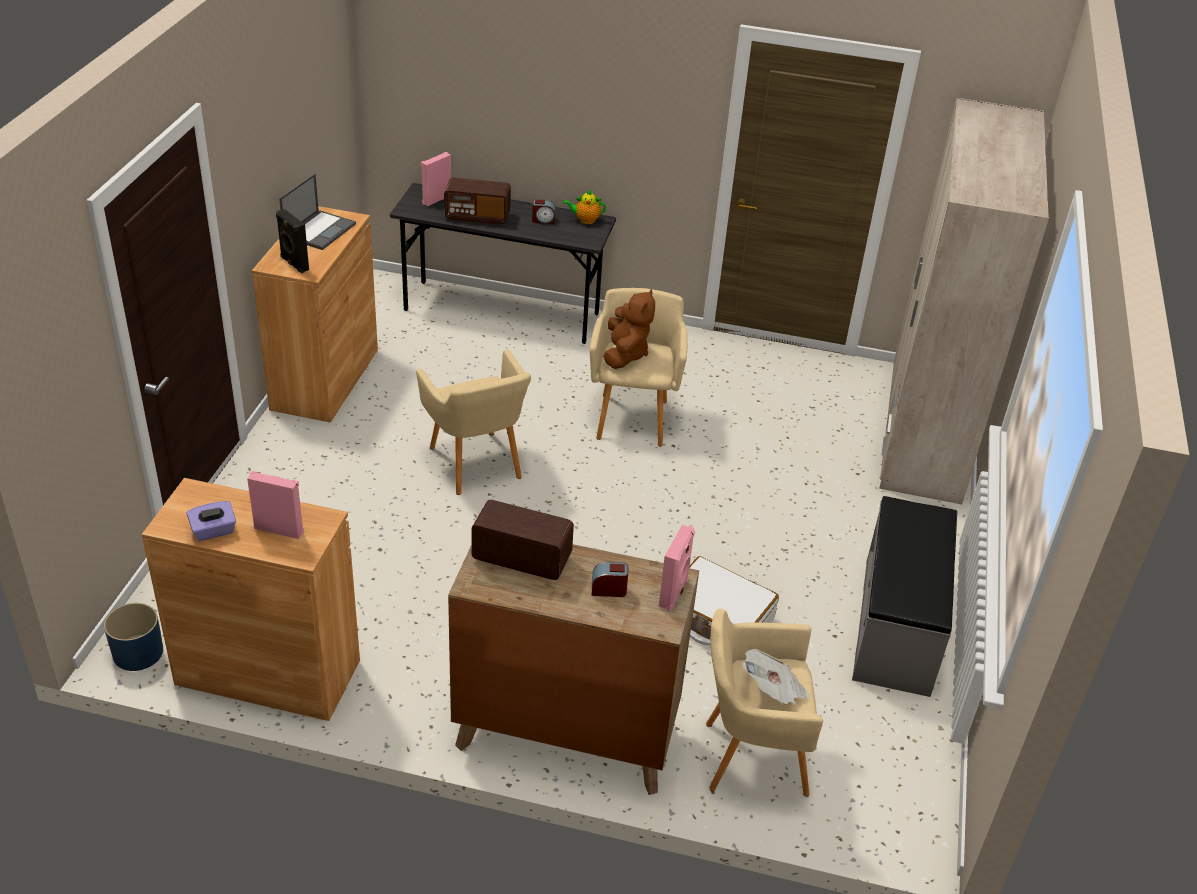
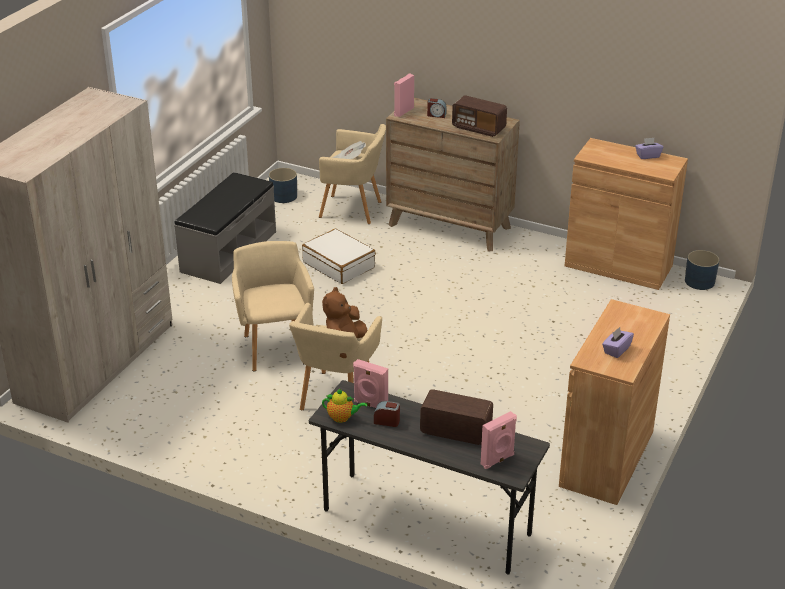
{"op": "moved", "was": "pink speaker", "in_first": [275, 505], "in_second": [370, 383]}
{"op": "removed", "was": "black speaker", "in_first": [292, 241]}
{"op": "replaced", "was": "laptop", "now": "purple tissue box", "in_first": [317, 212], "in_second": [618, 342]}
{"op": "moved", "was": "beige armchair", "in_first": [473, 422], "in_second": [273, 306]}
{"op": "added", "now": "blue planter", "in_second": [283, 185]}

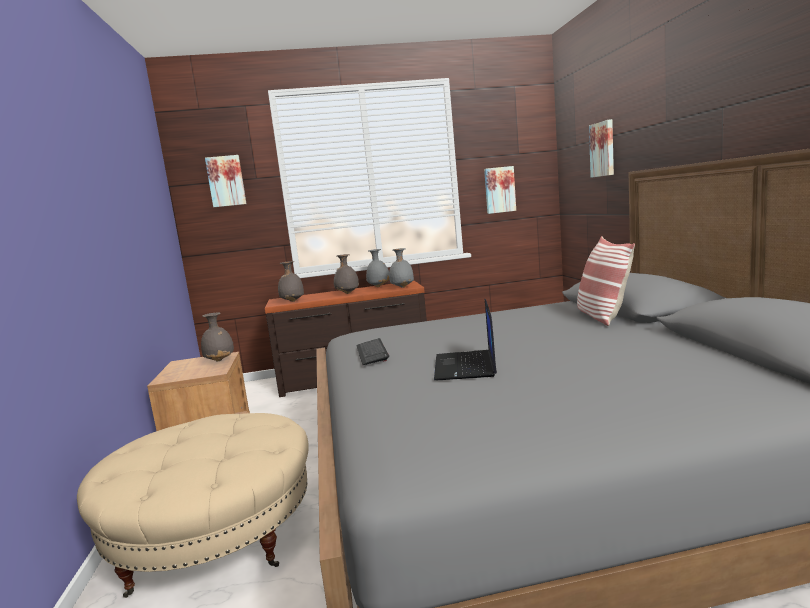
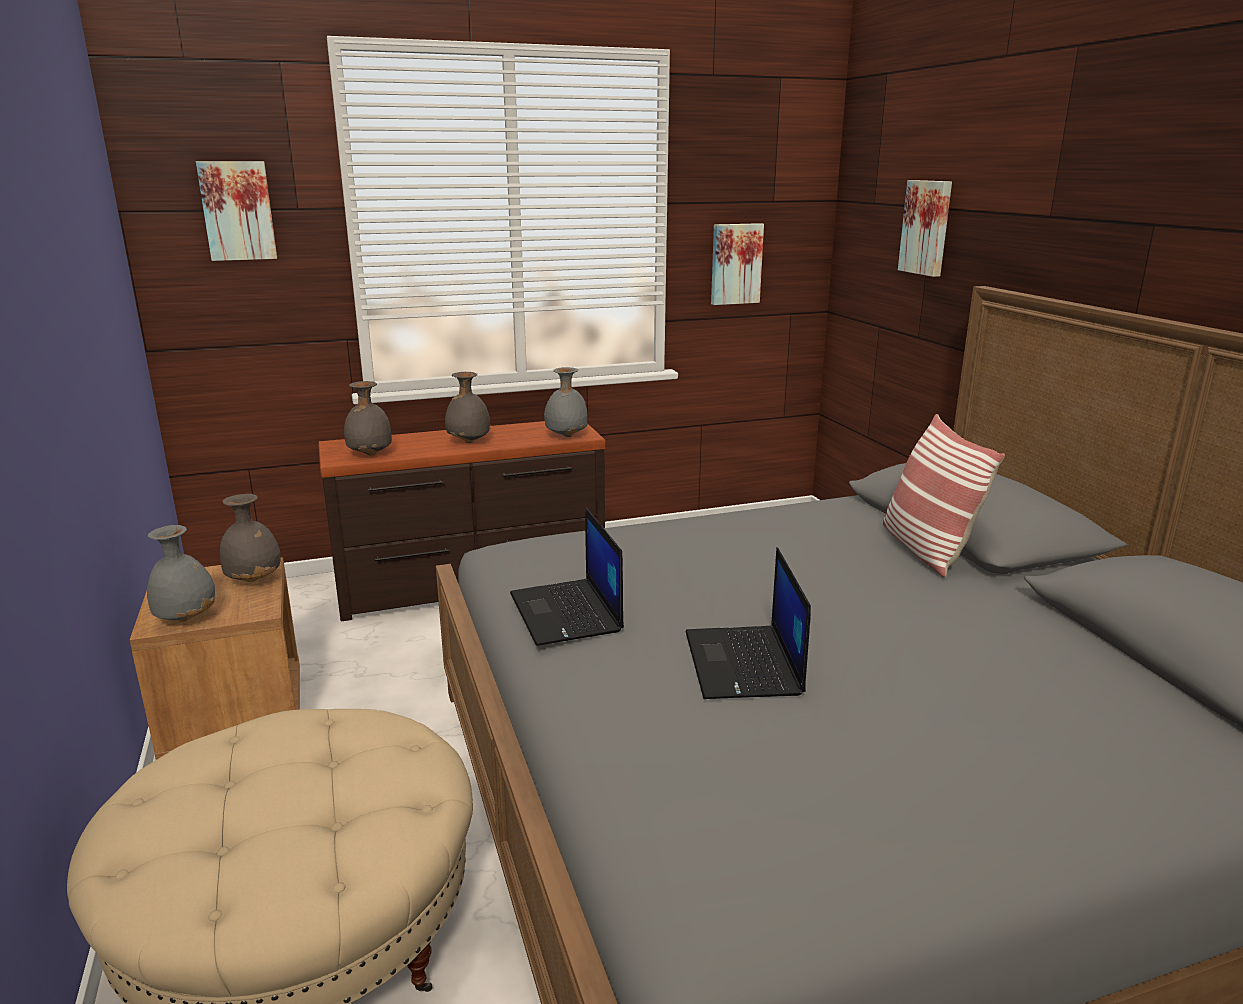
{"op": "replaced", "was": "keyboard", "now": "laptop", "in_first": [372, 351], "in_second": [567, 576]}
{"op": "moved", "was": "grey vase", "in_first": [378, 268], "in_second": [181, 573]}

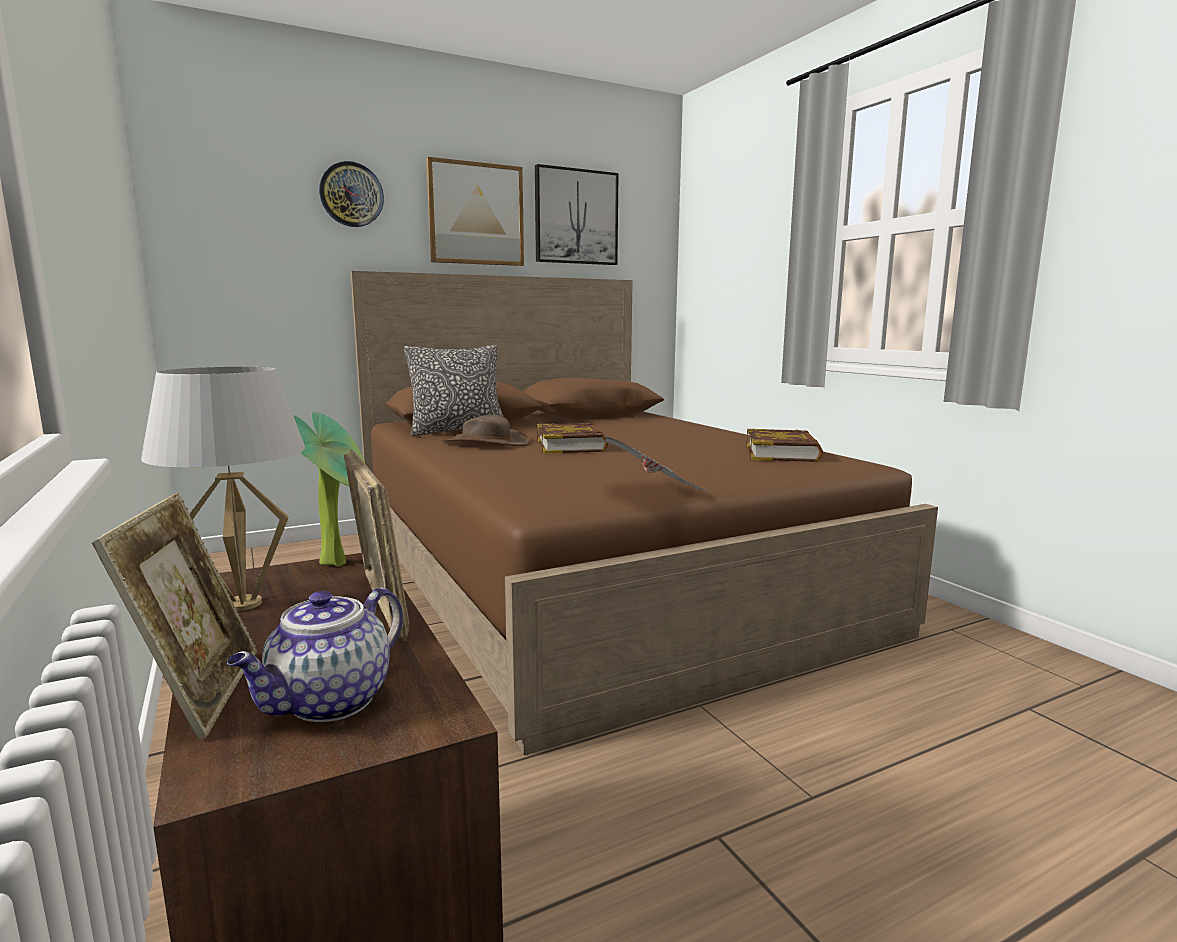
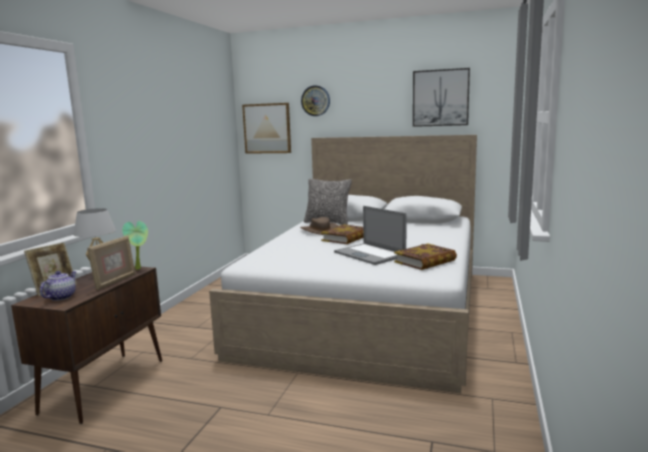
{"op": "turned", "was": "teapot", "in_first": [315, 655], "in_second": [58, 286], "clockwise": 120}
{"op": "recoloured", "was": "brown bed", "now": "white bed", "in_first": [644, 513], "in_second": [343, 264]}
{"op": "moved", "was": "picture", "in_first": [475, 211], "in_second": [266, 128]}
{"op": "removed", "was": "newspaper", "in_first": [655, 463]}
{"op": "added", "now": "laptop", "in_second": [370, 235]}

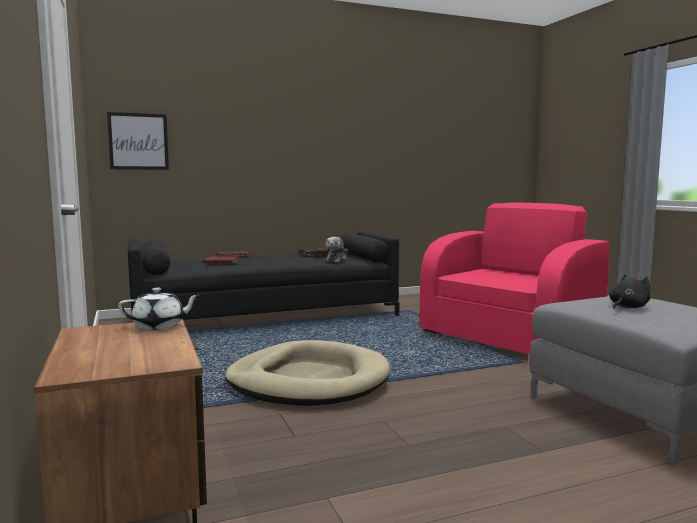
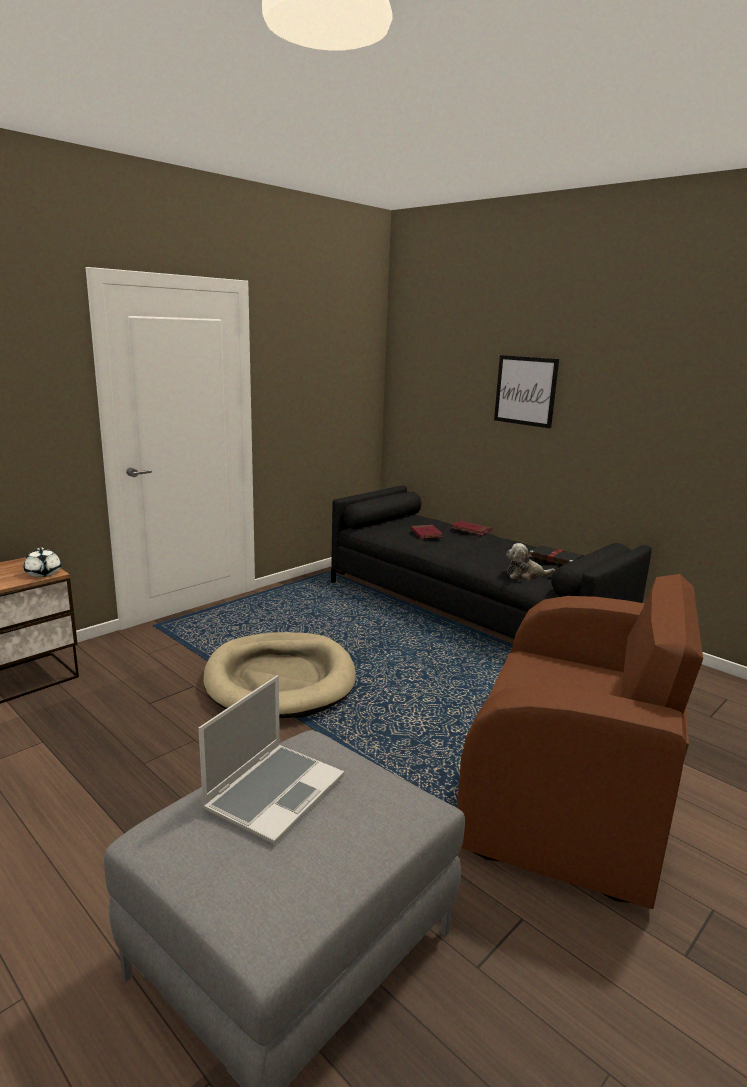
{"op": "moved", "was": "picture", "in_first": [138, 141], "in_second": [526, 391]}
{"op": "recoloured", "was": "pink armchair", "now": "brown armchair", "in_first": [514, 278], "in_second": [580, 741]}
{"op": "replaced", "was": "black plush toy", "now": "laptop", "in_first": [629, 291], "in_second": [271, 760]}

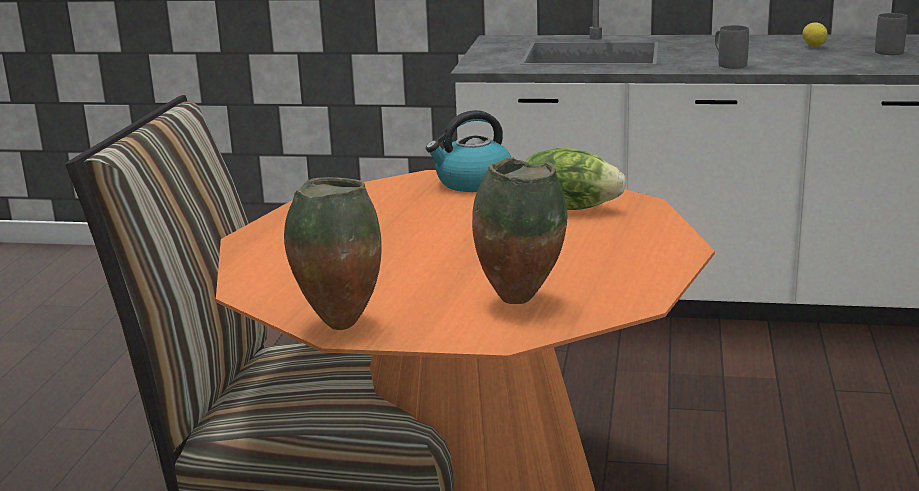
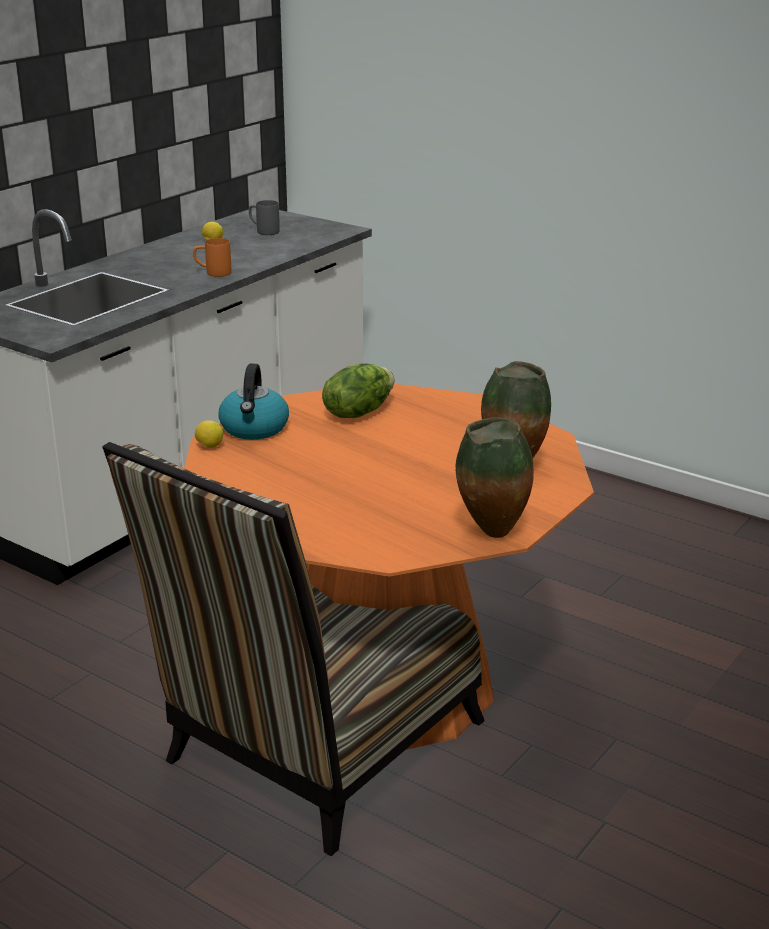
{"op": "recoloured", "was": "grey mug", "now": "orange mug", "in_first": [732, 47], "in_second": [212, 257]}
{"op": "added", "now": "lemon", "in_second": [209, 434]}

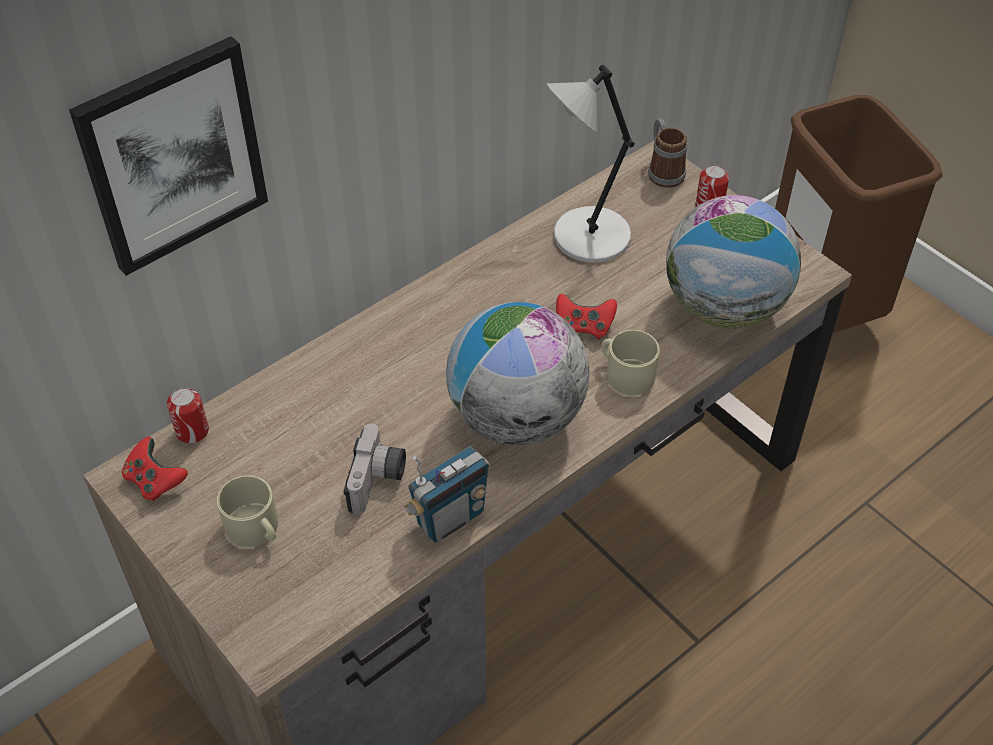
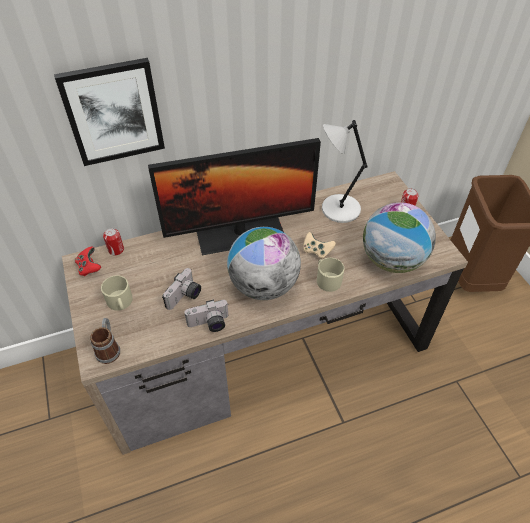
{"op": "replaced", "was": "radio", "now": "photo camera", "in_first": [446, 494], "in_second": [206, 315]}
{"op": "recoloured", "was": "red game controller", "now": "beige game controller", "in_first": [586, 316], "in_second": [319, 245]}
{"op": "moved", "was": "mug", "in_first": [667, 153], "in_second": [105, 341]}
{"op": "added", "now": "monitor", "in_second": [234, 196]}

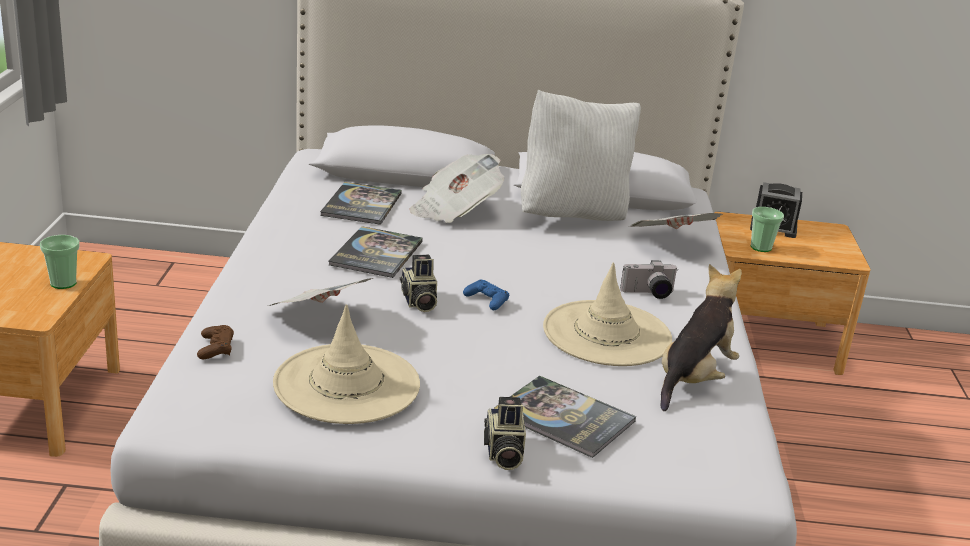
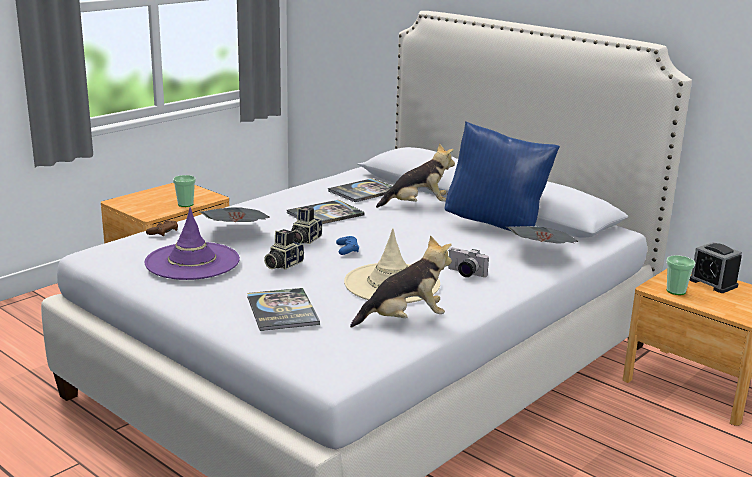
{"op": "recoloured", "was": "beige hat", "now": "purple hat", "in_first": [346, 364], "in_second": [192, 244]}
{"op": "replaced", "was": "newspaper", "now": "plush toy", "in_first": [456, 188], "in_second": [415, 175]}
{"op": "moved", "was": "photo camera", "in_first": [505, 433], "in_second": [284, 249]}
{"op": "recoloured", "was": "white pillow", "now": "blue pillow", "in_first": [581, 155], "in_second": [502, 176]}

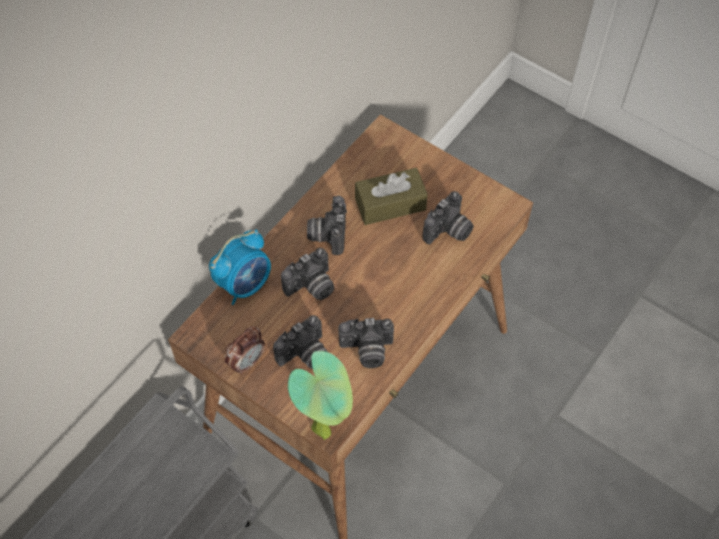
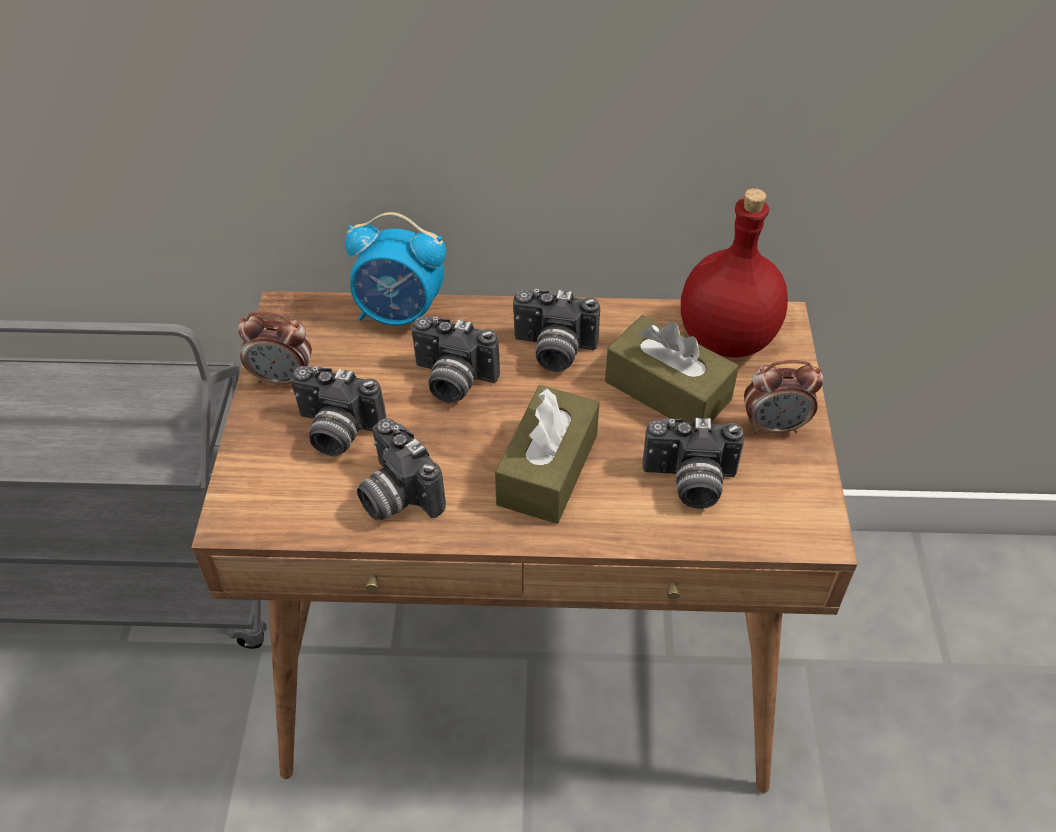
{"op": "removed", "was": "potted plant", "in_first": [320, 395]}
{"op": "turned", "was": "photo camera", "in_first": [327, 225], "in_second": [556, 330], "clockwise": -135}
{"op": "added", "now": "brown tissue box", "in_second": [547, 454]}
{"op": "added", "now": "red bottle", "in_second": [734, 272]}
{"op": "added", "now": "alarm clock", "in_second": [784, 397]}

